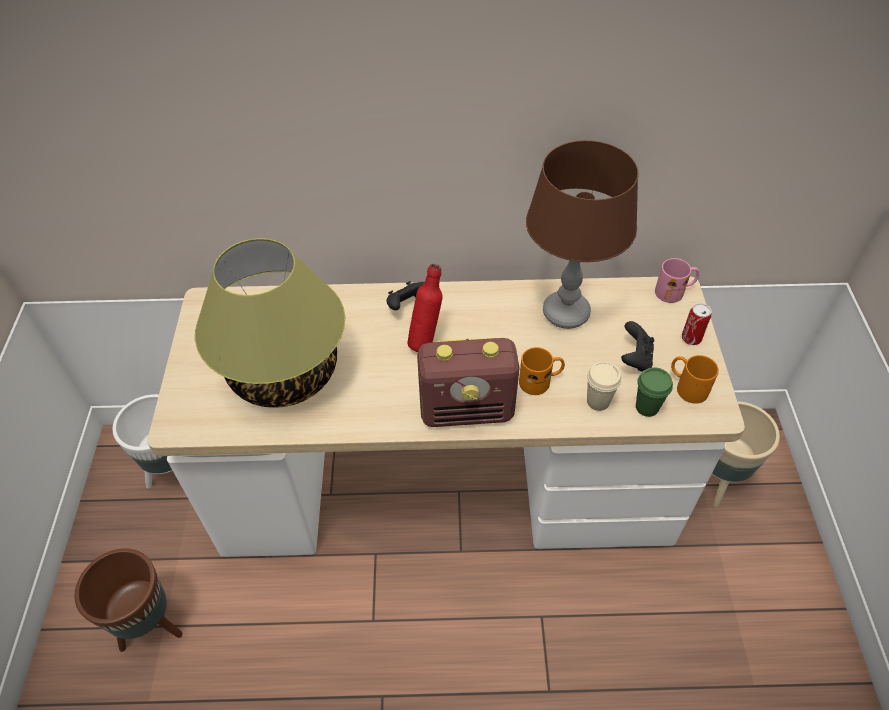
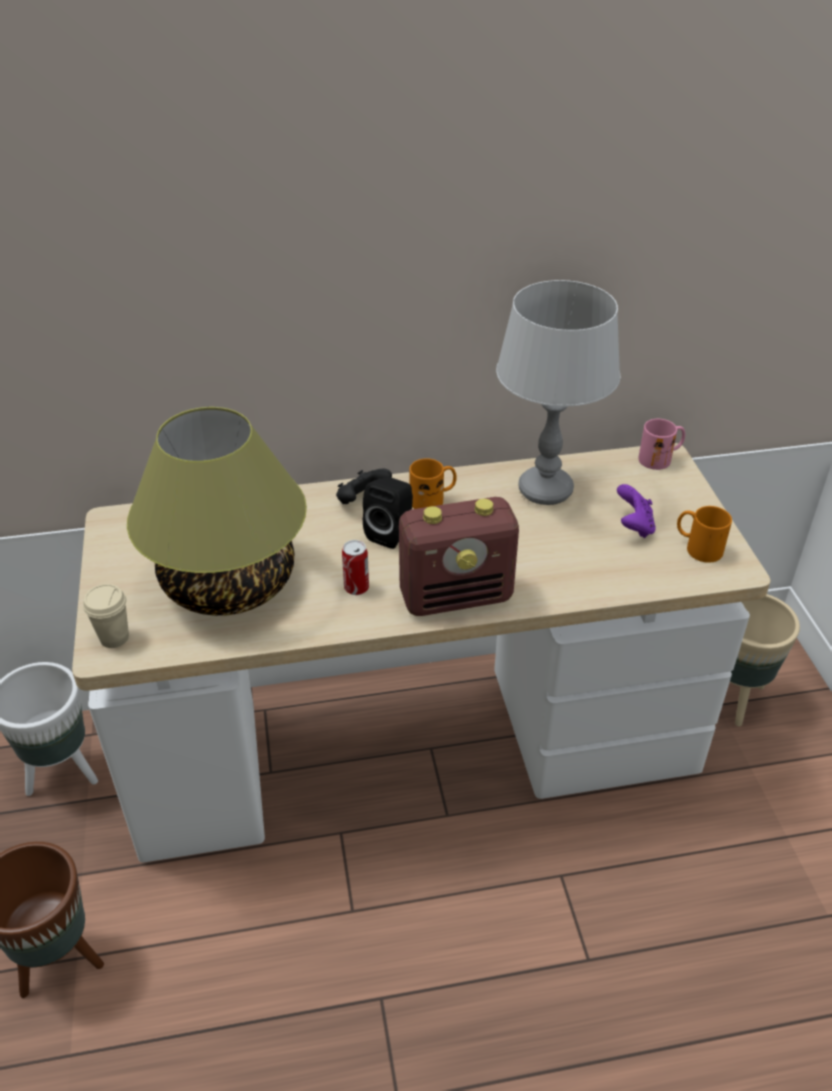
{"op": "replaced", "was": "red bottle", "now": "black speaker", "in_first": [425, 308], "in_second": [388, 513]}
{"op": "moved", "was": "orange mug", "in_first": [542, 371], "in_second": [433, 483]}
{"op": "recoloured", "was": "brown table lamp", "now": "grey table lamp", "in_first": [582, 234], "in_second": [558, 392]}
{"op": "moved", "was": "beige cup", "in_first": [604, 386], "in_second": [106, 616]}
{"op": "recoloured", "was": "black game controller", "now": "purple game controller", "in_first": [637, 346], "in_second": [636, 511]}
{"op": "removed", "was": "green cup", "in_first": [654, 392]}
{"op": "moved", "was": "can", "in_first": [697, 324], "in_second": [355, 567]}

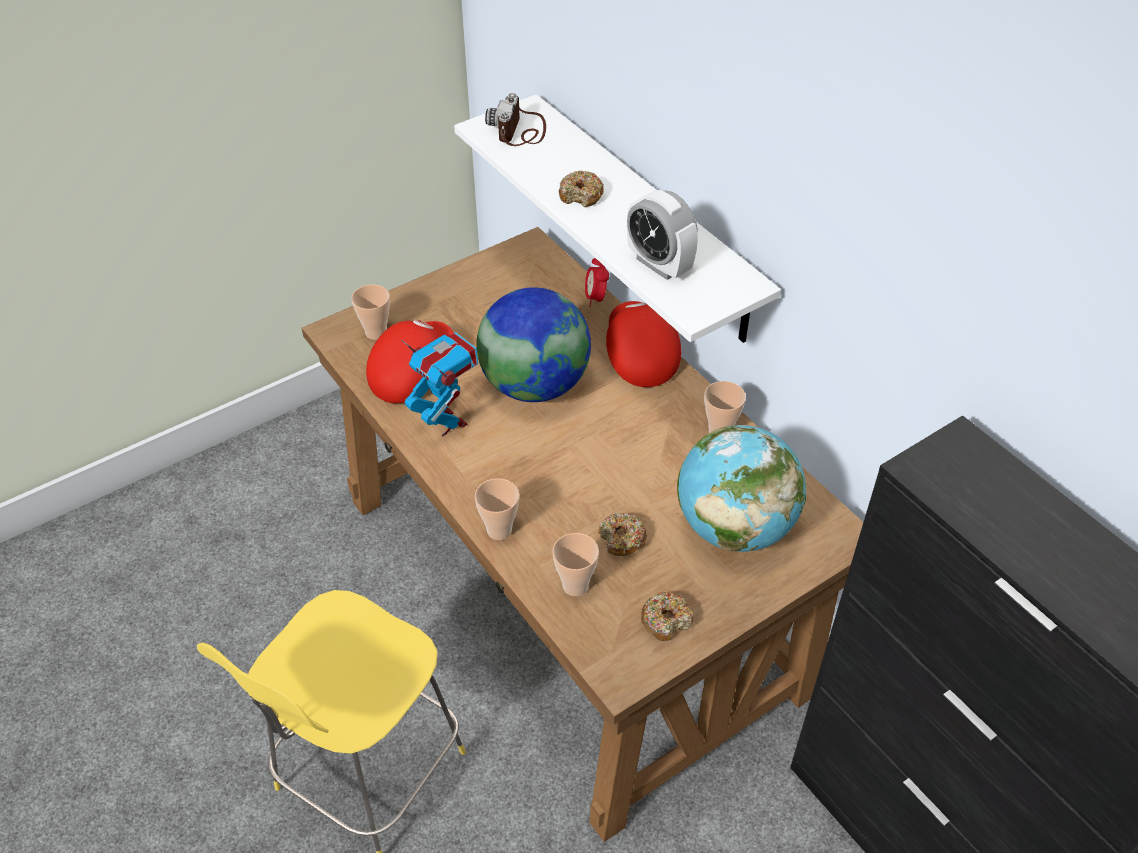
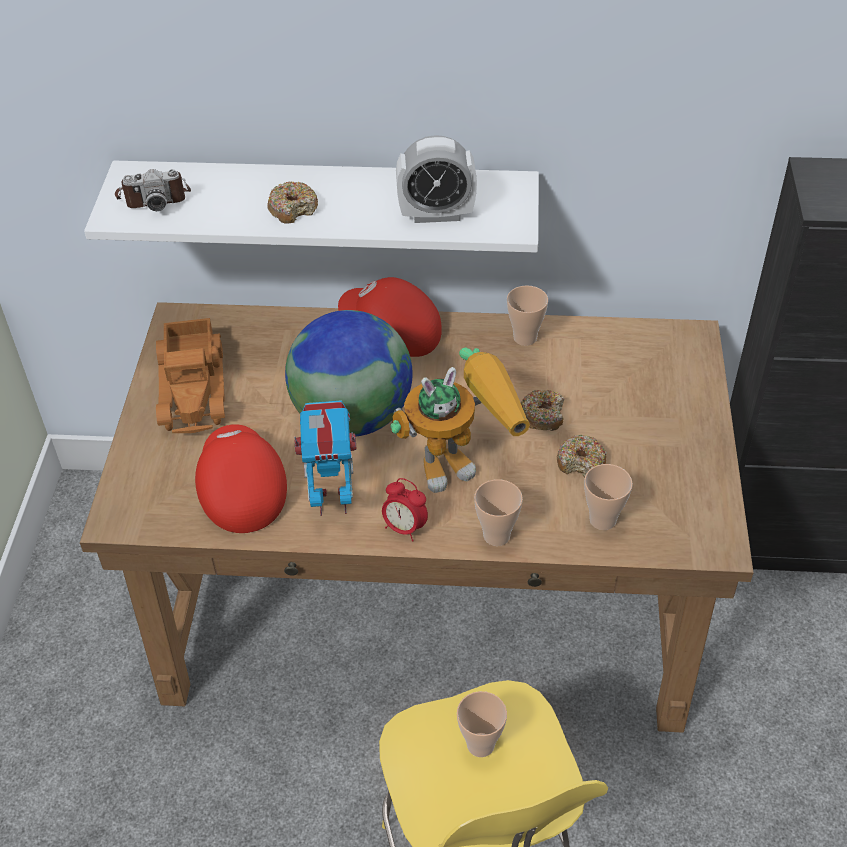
{"op": "moved", "was": "cup", "in_first": [370, 312], "in_second": [482, 724]}
{"op": "turned", "was": "photo camera", "in_first": [515, 119], "in_second": [153, 190], "clockwise": -60}
{"op": "moved", "was": "alarm clock", "in_first": [597, 282], "in_second": [405, 509]}
{"op": "moved", "was": "donut", "in_first": [667, 616], "in_second": [543, 410]}
{"op": "removed", "was": "globe", "in_first": [741, 488]}
{"op": "added", "now": "toy truck", "in_second": [190, 375]}
{"op": "added", "now": "toy robot", "in_second": [460, 420]}

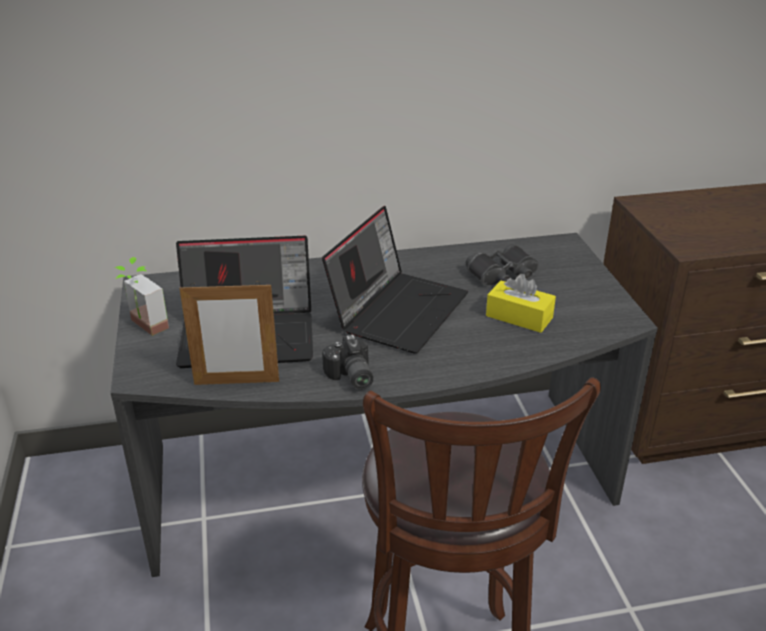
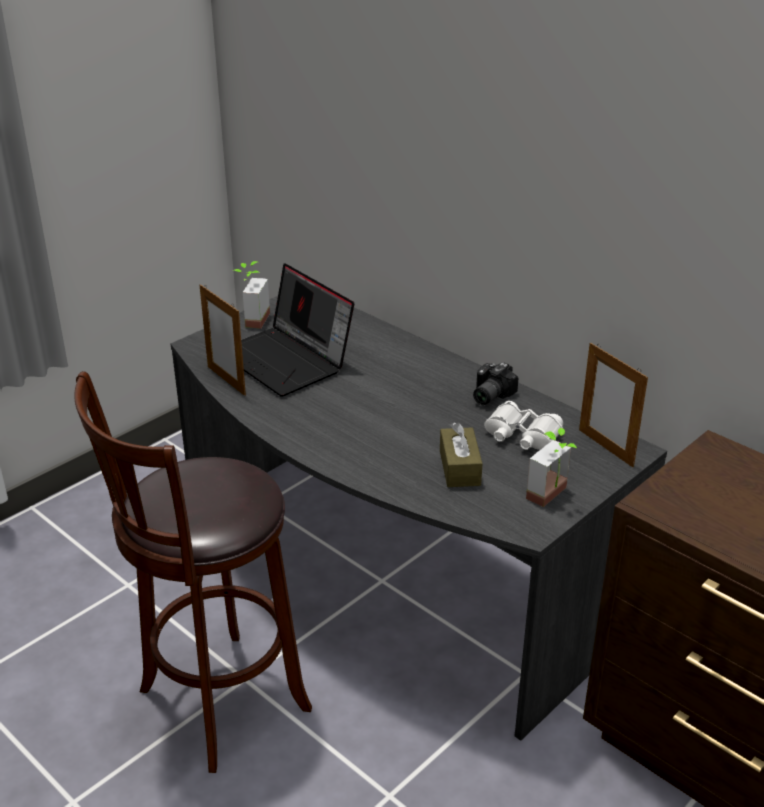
{"op": "removed", "was": "laptop", "in_first": [395, 280]}
{"op": "moved", "was": "photo camera", "in_first": [347, 362], "in_second": [495, 383]}
{"op": "recoloured", "was": "black binoculars", "now": "white binoculars", "in_first": [502, 264], "in_second": [523, 425]}
{"op": "recoloured", "was": "yellow tissue box", "now": "brown tissue box", "in_first": [521, 303], "in_second": [461, 454]}
{"op": "added", "now": "potted plant", "in_second": [551, 467]}
{"op": "added", "now": "picture frame", "in_second": [613, 405]}

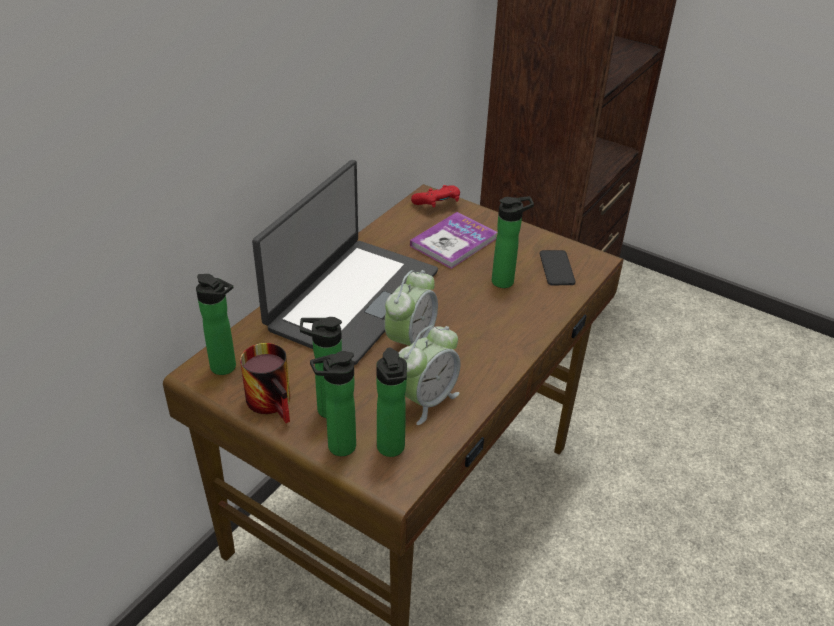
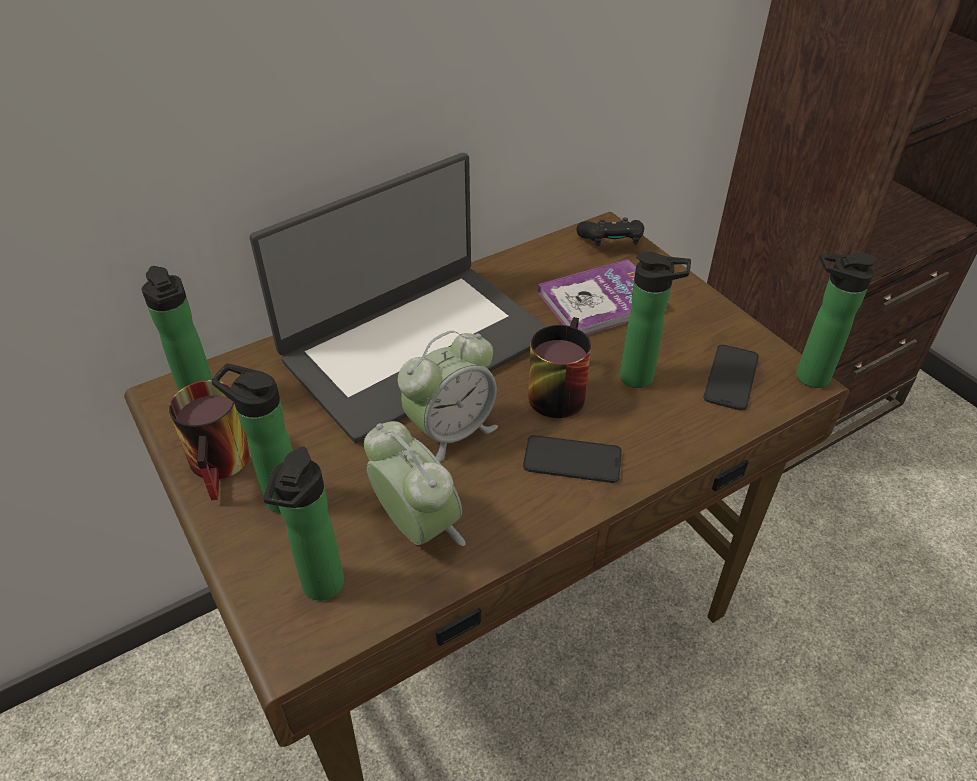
{"op": "moved", "was": "bottle", "in_first": [333, 403], "in_second": [837, 320]}
{"op": "turned", "was": "alarm clock", "in_first": [429, 375], "in_second": [415, 483], "clockwise": -105}
{"op": "recoloured", "was": "red game controller", "now": "black game controller", "in_first": [435, 196], "in_second": [610, 232]}
{"op": "added", "now": "phone", "in_second": [572, 459]}
{"op": "added", "now": "mug", "in_second": [559, 367]}

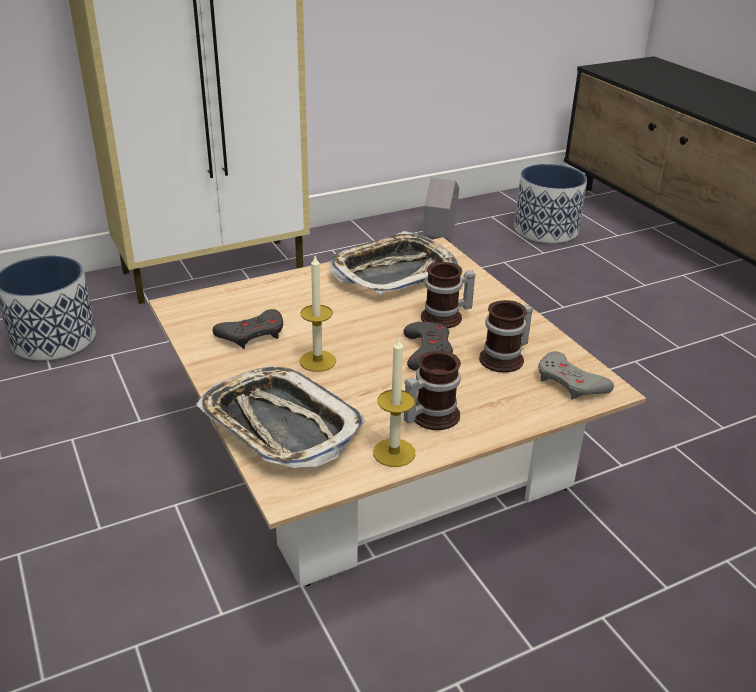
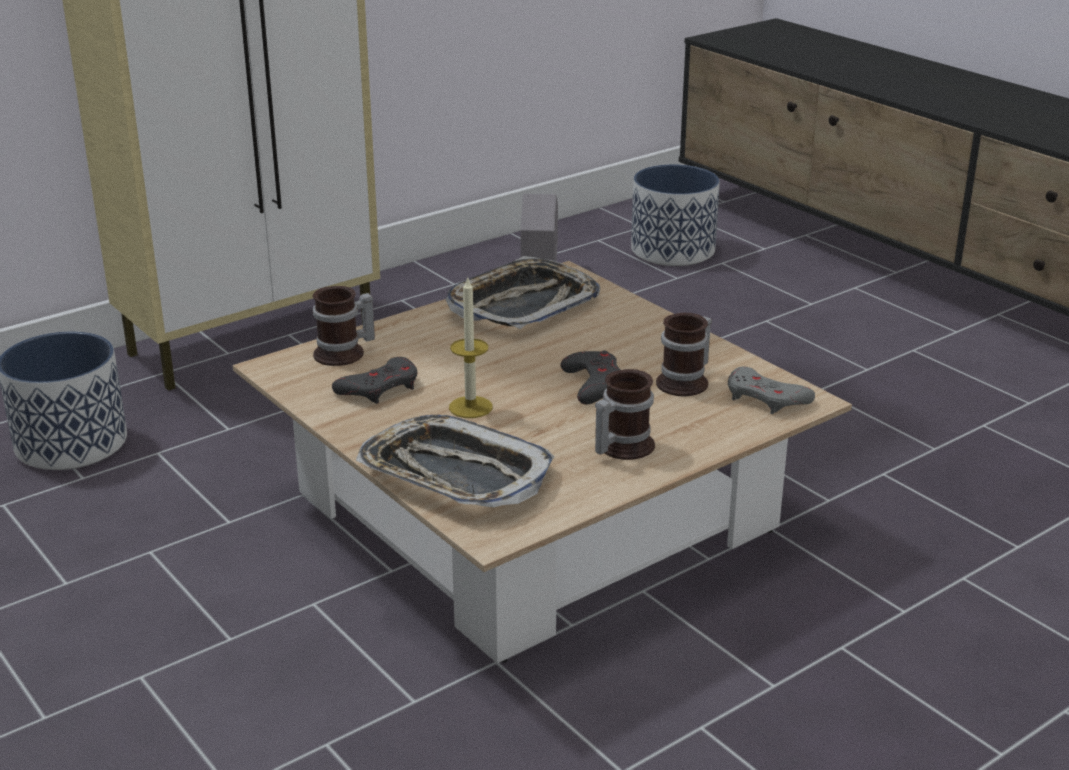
{"op": "removed", "was": "candle", "in_first": [394, 401]}
{"op": "moved", "was": "mug", "in_first": [448, 295], "in_second": [344, 326]}

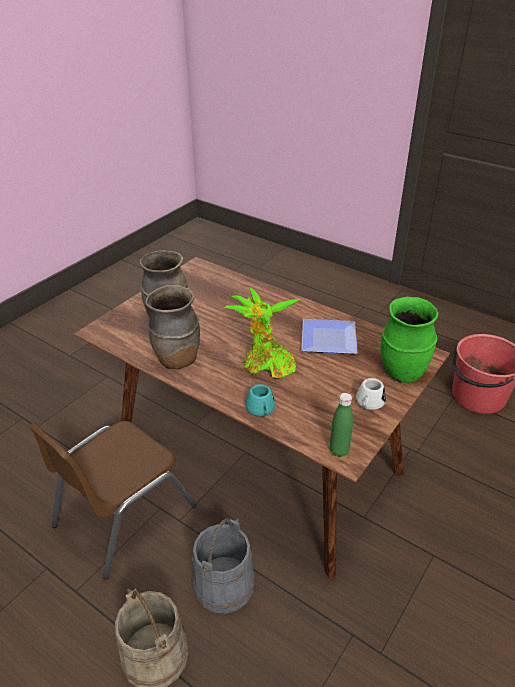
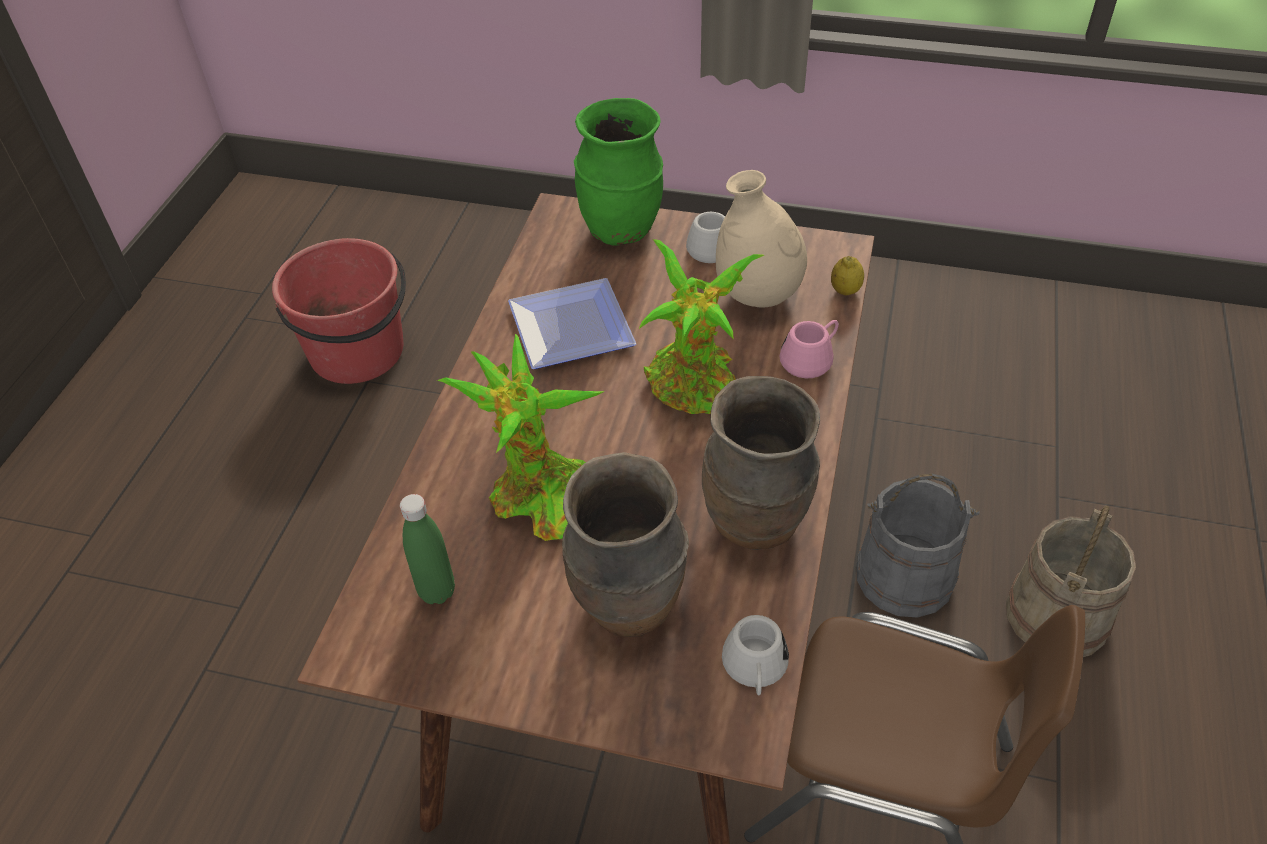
{"op": "recoloured", "was": "turquoise mug", "now": "pink mug", "in_first": [260, 400], "in_second": [809, 349]}
{"op": "moved", "was": "green bottle", "in_first": [341, 425], "in_second": [427, 549]}
{"op": "added", "now": "potted plant", "in_second": [521, 437]}
{"op": "added", "now": "beige vase", "in_second": [761, 239]}
{"op": "added", "now": "white mug", "in_second": [755, 655]}
{"op": "added", "now": "lemon", "in_second": [847, 275]}

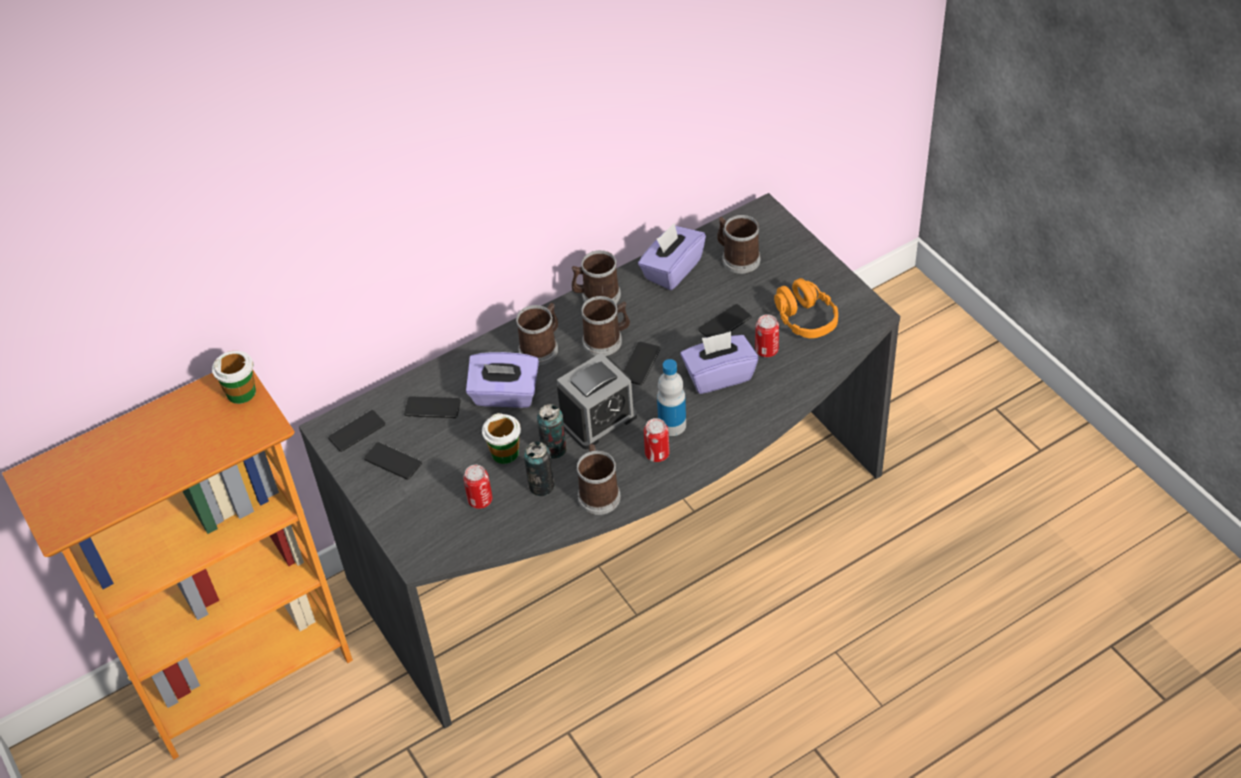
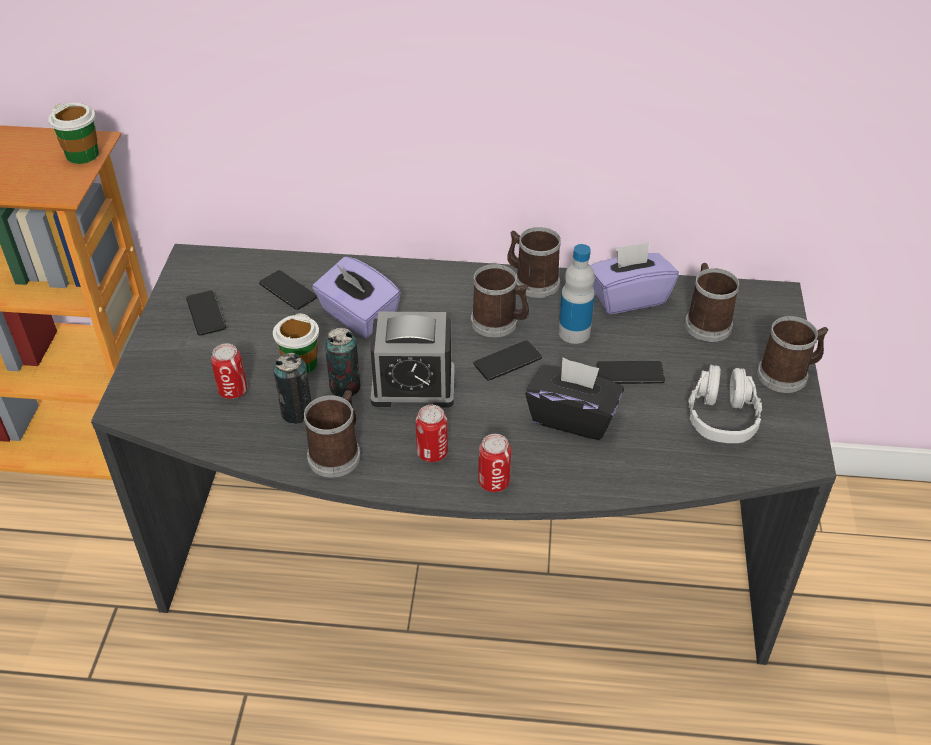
{"op": "removed", "was": "phone", "in_first": [356, 431]}
{"op": "moved", "was": "mug", "in_first": [537, 334], "in_second": [792, 354]}
{"op": "moved", "was": "bottle", "in_first": [671, 397], "in_second": [576, 294]}
{"op": "recoloured", "was": "purple tissue box", "now": "black tissue box", "in_first": [719, 362], "in_second": [574, 398]}
{"op": "moved", "was": "can", "in_first": [767, 335], "in_second": [494, 463]}
{"op": "recoloured", "was": "orange headphones", "now": "grey headphones", "in_first": [806, 308], "in_second": [725, 404]}

